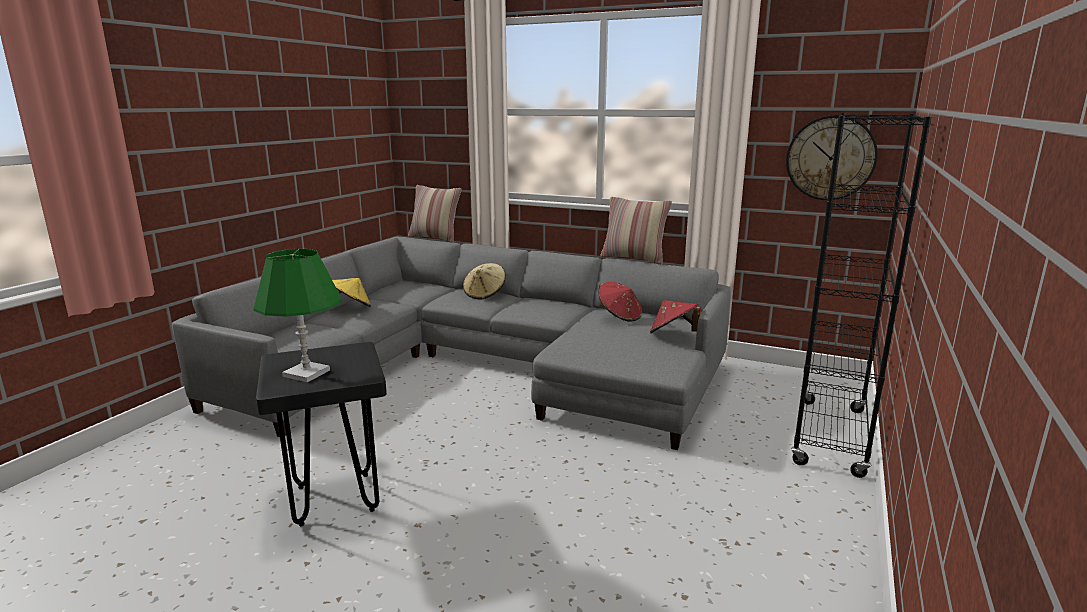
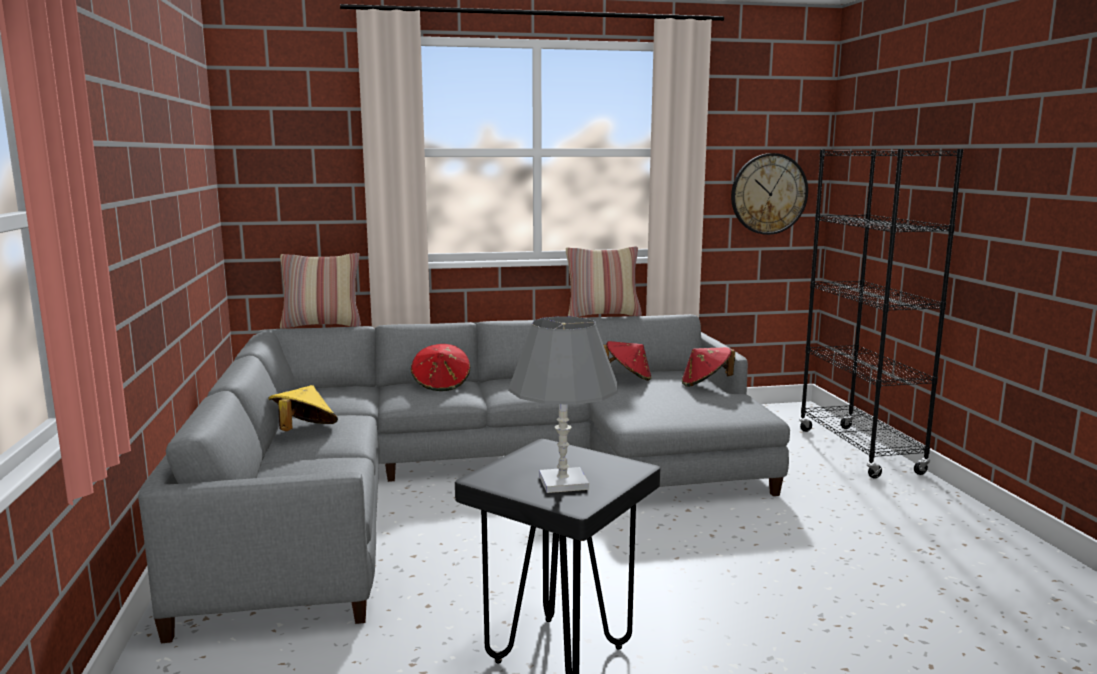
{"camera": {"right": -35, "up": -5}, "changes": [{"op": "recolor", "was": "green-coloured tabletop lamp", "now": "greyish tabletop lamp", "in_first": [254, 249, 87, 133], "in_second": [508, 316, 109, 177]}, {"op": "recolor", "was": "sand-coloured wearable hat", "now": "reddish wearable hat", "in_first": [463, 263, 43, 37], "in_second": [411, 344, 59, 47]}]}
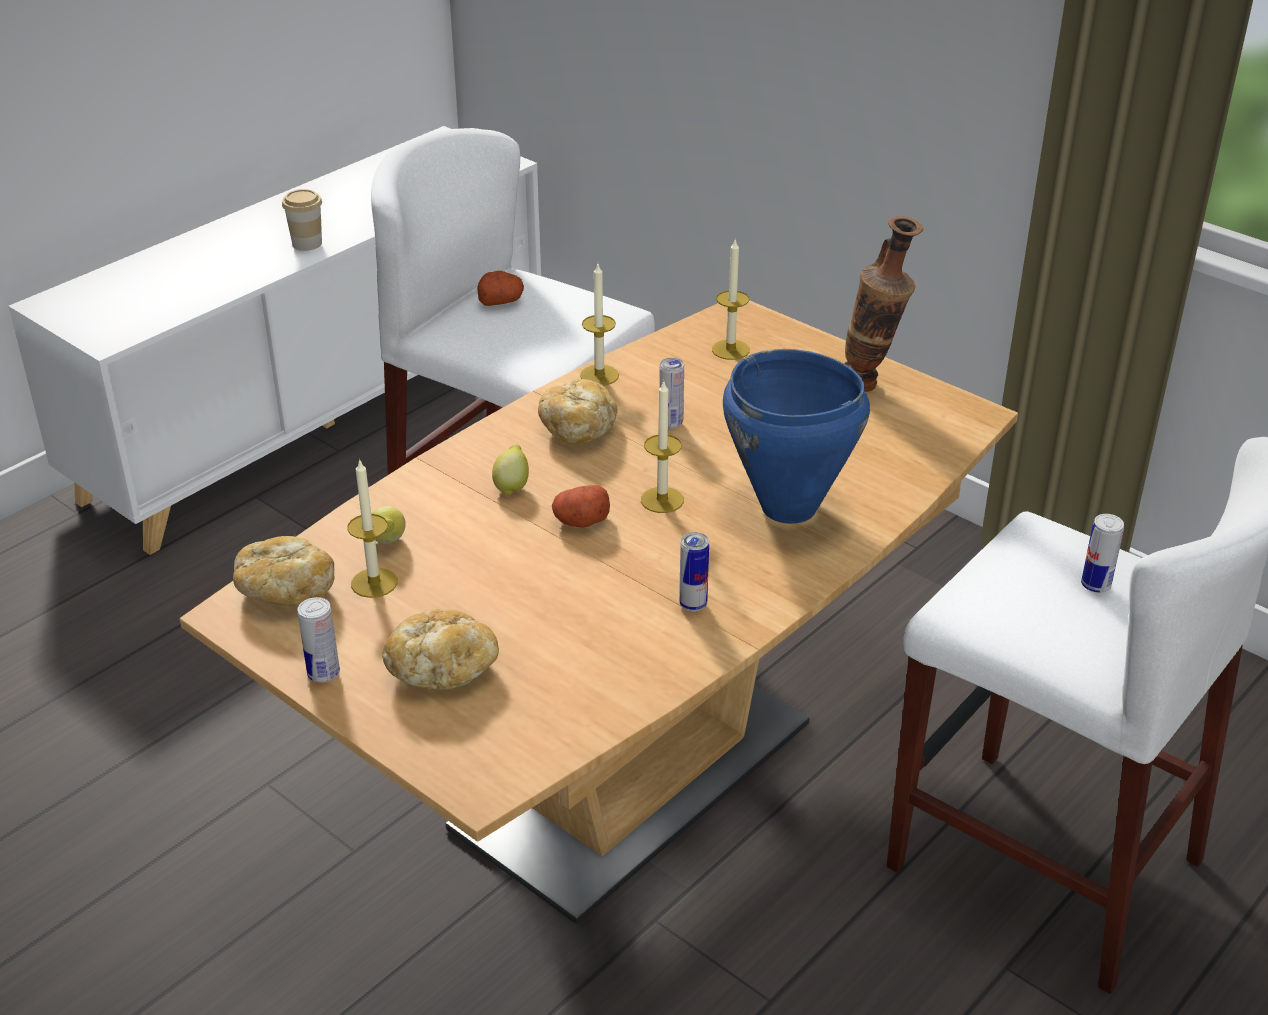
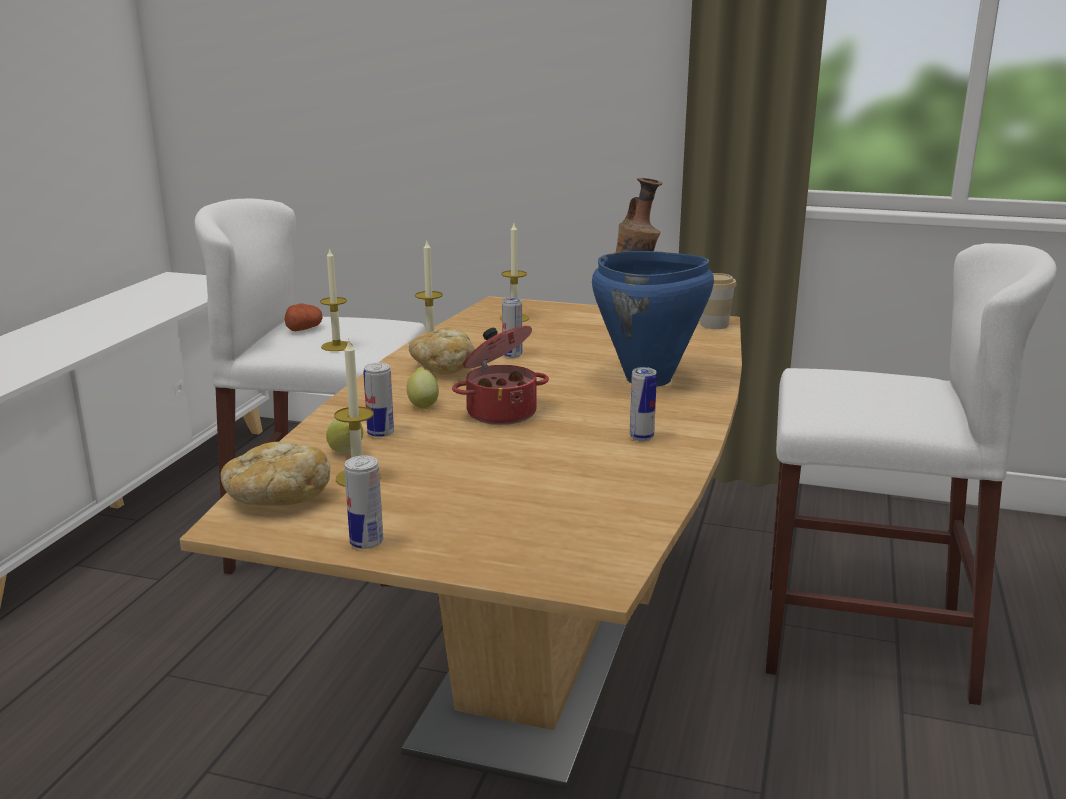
{"camera": {"right": -25, "up": -15}, "changes": [{"op": "move", "was": "cup", "in_first": [282, 189, 40, 62], "in_second": [700, 273, 36, 56]}, {"op": "delete", "was": "bread", "in_first": [382, 609, 117, 81]}, {"op": "replace", "was": "whole potato", "now": "saucepot", "in_first": [552, 485, 58, 43], "in_second": [452, 326, 97, 99]}, {"op": "move", "was": "wax light", "in_first": [641, 380, 43, 133], "in_second": [320, 248, 33, 103]}, {"op": "move", "was": "can", "in_first": [1081, 514, 43, 79], "in_second": [363, 363, 31, 74]}]}
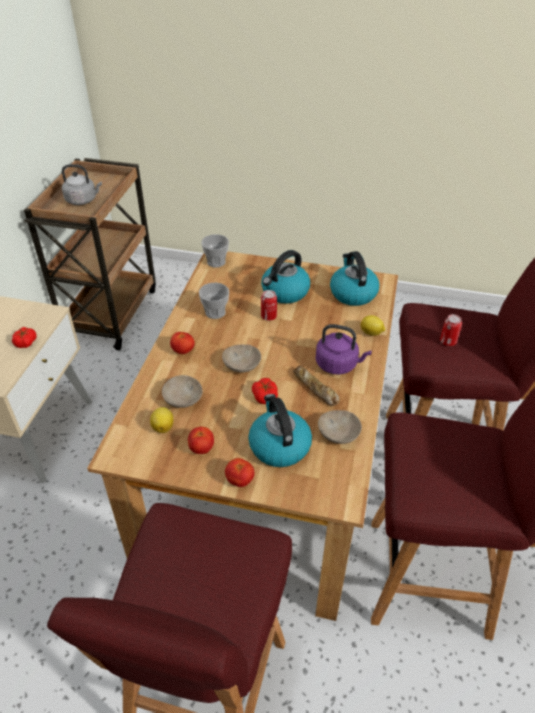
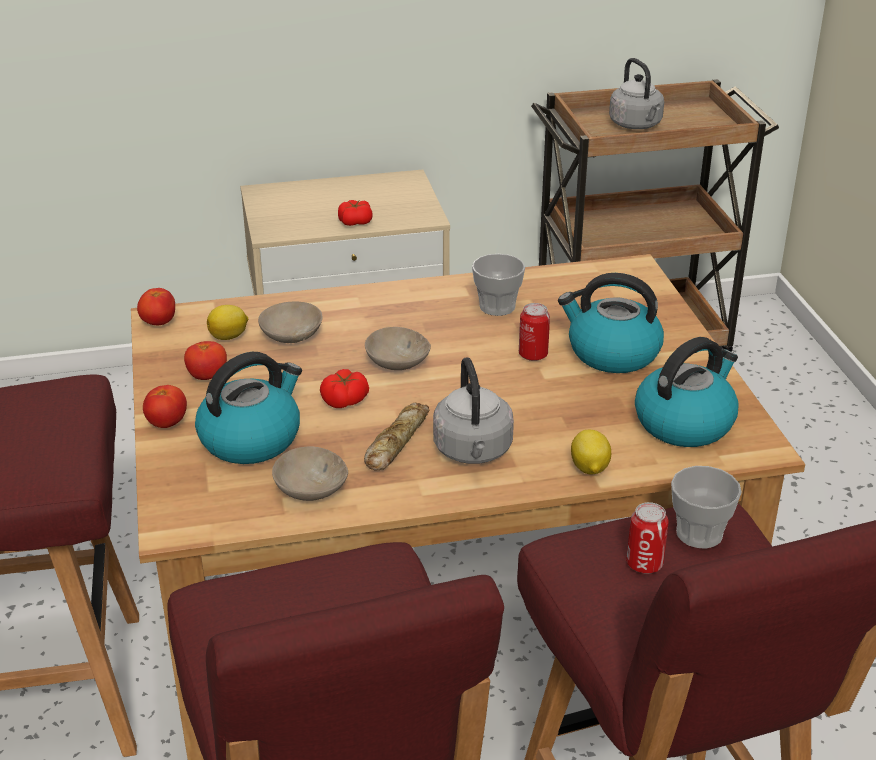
{"camera": {"right": 65, "up": -10}, "changes": [{"op": "move", "was": "whole tomato", "in_first": [170, 332, 25, 22], "in_second": [137, 288, 38, 37]}, {"op": "move", "was": "cup", "in_first": [201, 234, 28, 34], "in_second": [671, 466, 71, 82]}, {"op": "recolor", "was": "purplish kettle", "now": "greyish kettle", "in_first": [316, 324, 56, 51], "in_second": [433, 357, 81, 107]}]}
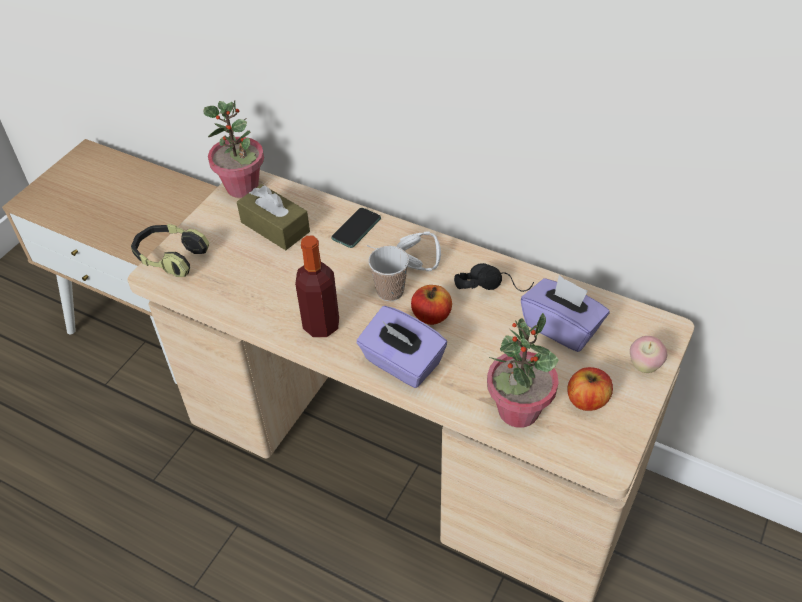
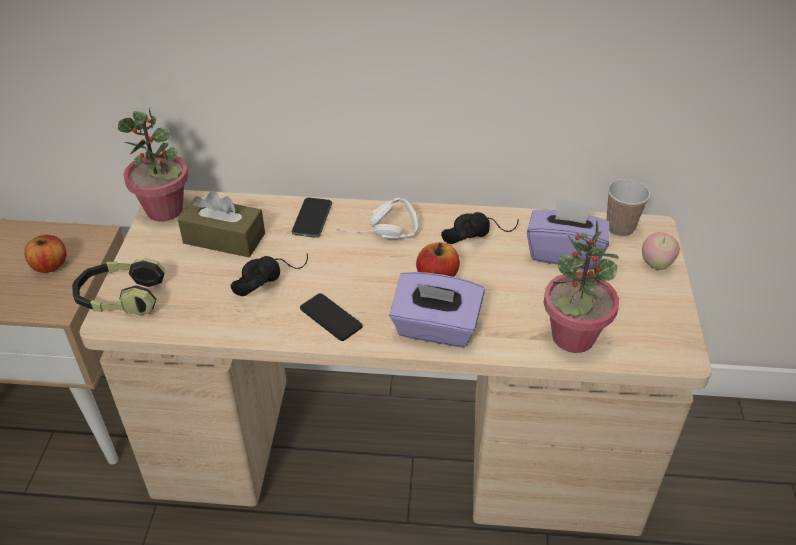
{"camera": {"right": -25, "up": -5}, "changes": [{"op": "replace", "was": "bottle", "now": "phone", "in_first": [295, 236, 44, 101], "in_second": [300, 293, 63, 48]}, {"op": "move", "was": "cup", "in_first": [368, 246, 41, 55], "in_second": [607, 179, 43, 58]}, {"op": "move", "was": "apple", "in_first": [567, 367, 46, 44], "in_second": [24, 235, 42, 38]}, {"op": "insert", "now": "blackish headset", "in_second": [231, 253, 77, 43]}]}
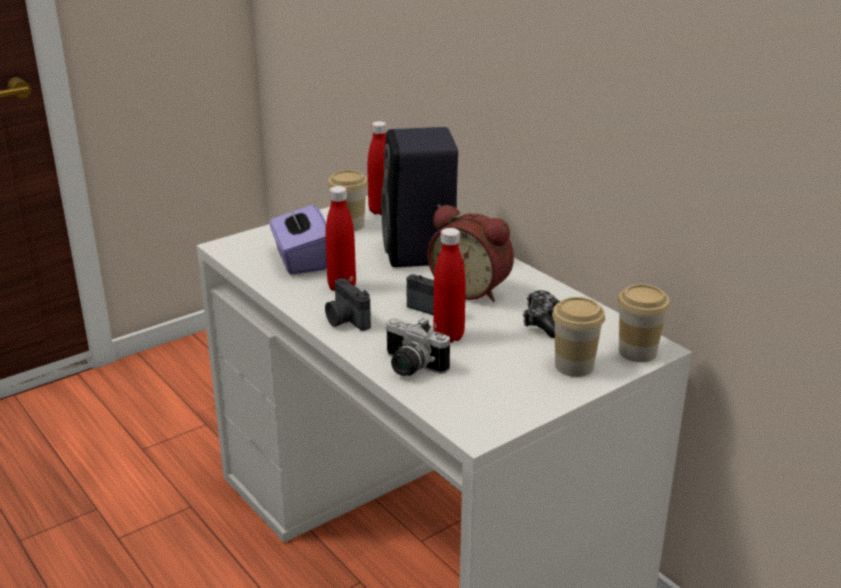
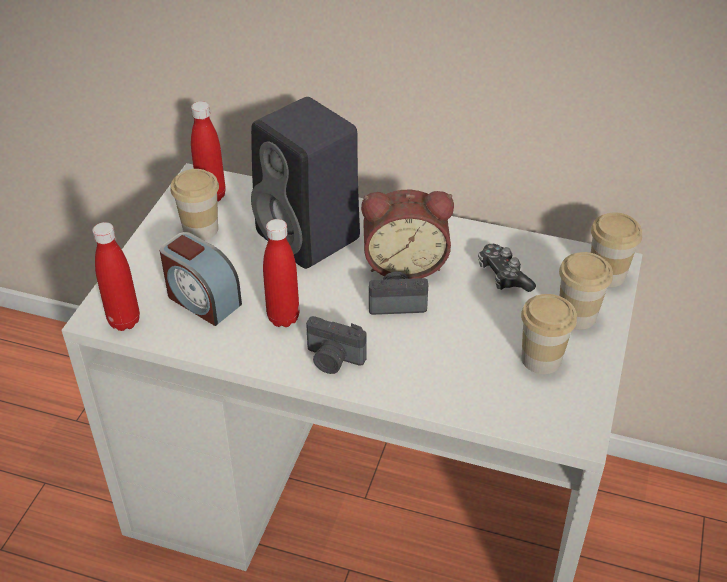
{"camera": {"right": -35, "up": 15}, "changes": [{"op": "replace", "was": "purplish tissue holder", "now": "bedside clock", "in_first": [270, 201, 57, 74], "in_second": [160, 232, 82, 94]}, {"op": "delete", "was": "photo camera", "in_first": [385, 318, 65, 58]}, {"op": "move", "was": "reddish bottle", "in_first": [433, 228, 33, 115], "in_second": [92, 222, 48, 109]}, {"op": "insert", "now": "cup", "in_second": [521, 294, 56, 80]}]}
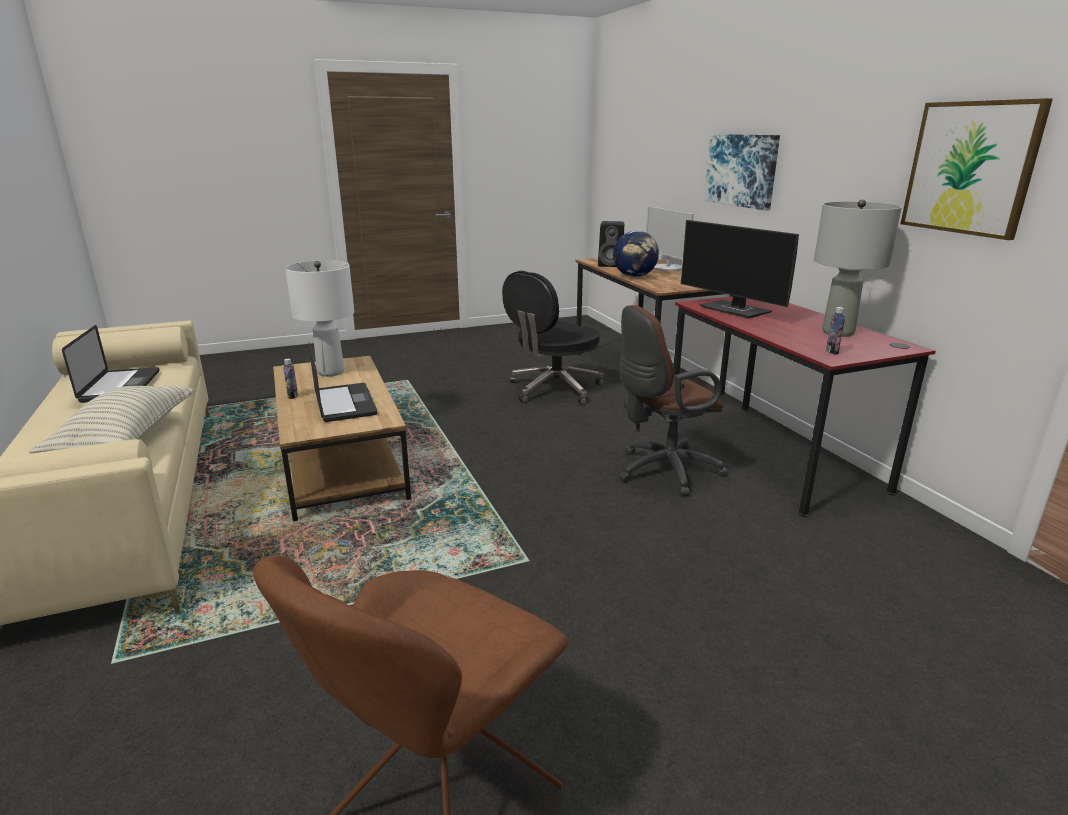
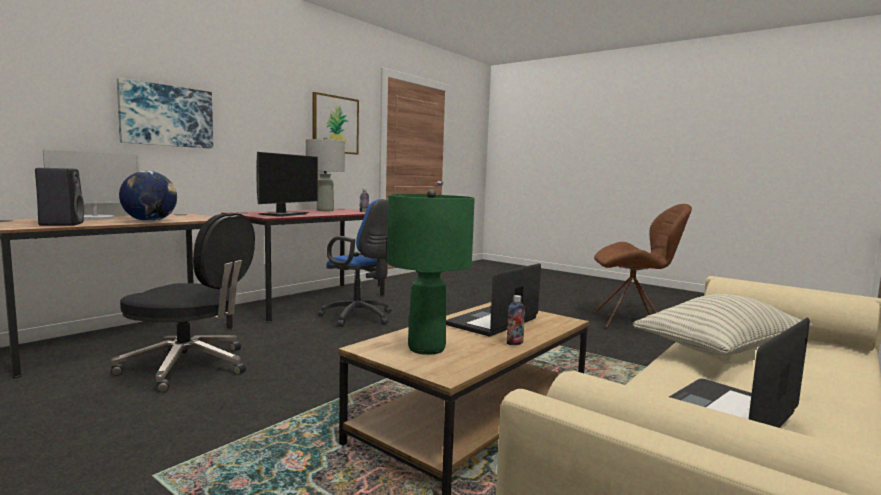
{"camera": {"right": -120, "up": -15}, "changes": [{"op": "recolor", "was": "white-coloured tabletop lamp", "now": "green-coloured tabletop lamp", "in_first": [285, 260, 69, 117], "in_second": [387, 189, 88, 166]}, {"op": "recolor", "was": "brownish computer chair", "now": "blue-coloured computer chair", "in_first": [619, 305, 109, 192], "in_second": [318, 199, 74, 128]}]}
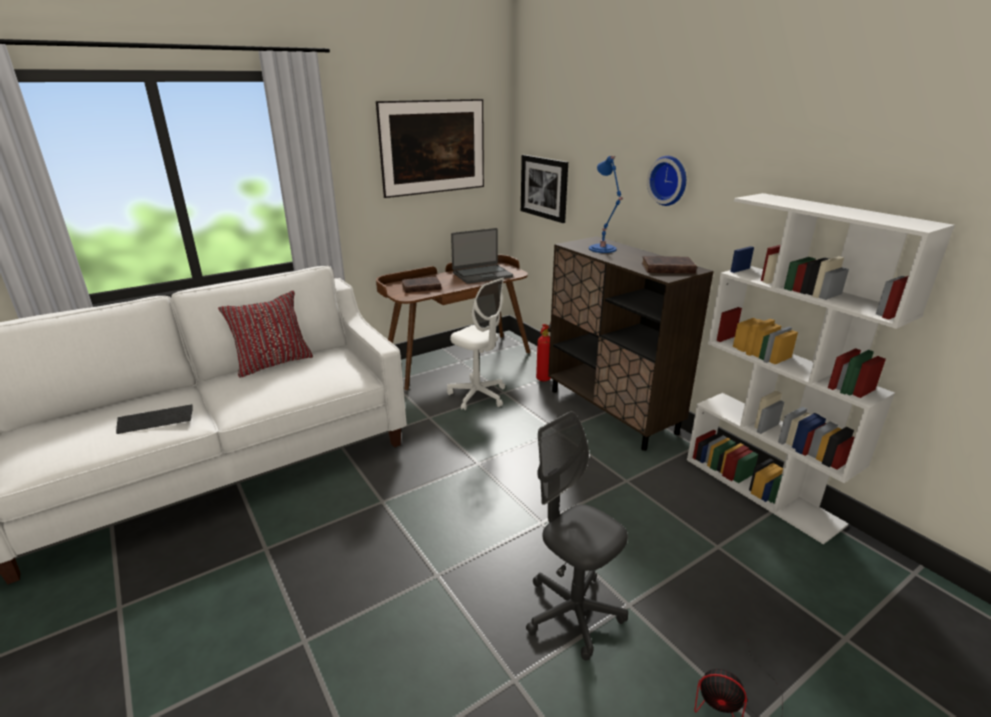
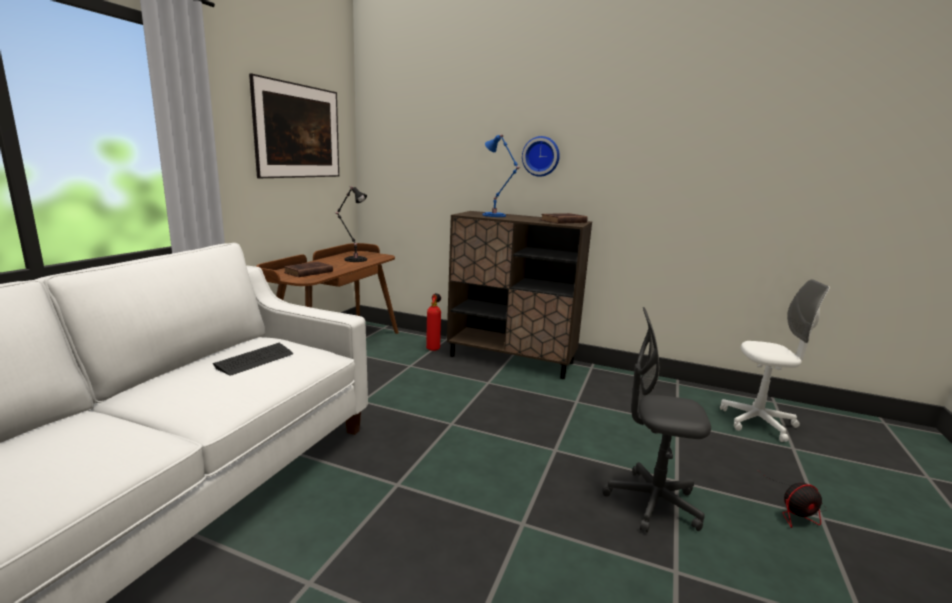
{"camera": {"right": -35, "up": -10}, "changes": [{"op": "move", "was": "PC keyboard", "in_first": [116, 404, 76, 30], "in_second": [213, 343, 80, 33]}, {"op": "delete", "was": "reddish cushion", "in_first": [218, 291, 95, 87]}, {"op": "move", "was": "white-coloured computer chair", "in_first": [447, 277, 58, 133], "in_second": [720, 279, 110, 163]}, {"op": "replace", "was": "notebook computer", "now": "blackish tabletop lamp", "in_first": [451, 228, 62, 56], "in_second": [336, 186, 31, 76]}, {"op": "delete", "was": "wall picture", "in_first": [521, 155, 47, 68]}, {"op": "delete", "was": "white-coloured bookcase", "in_first": [687, 193, 268, 351]}]}
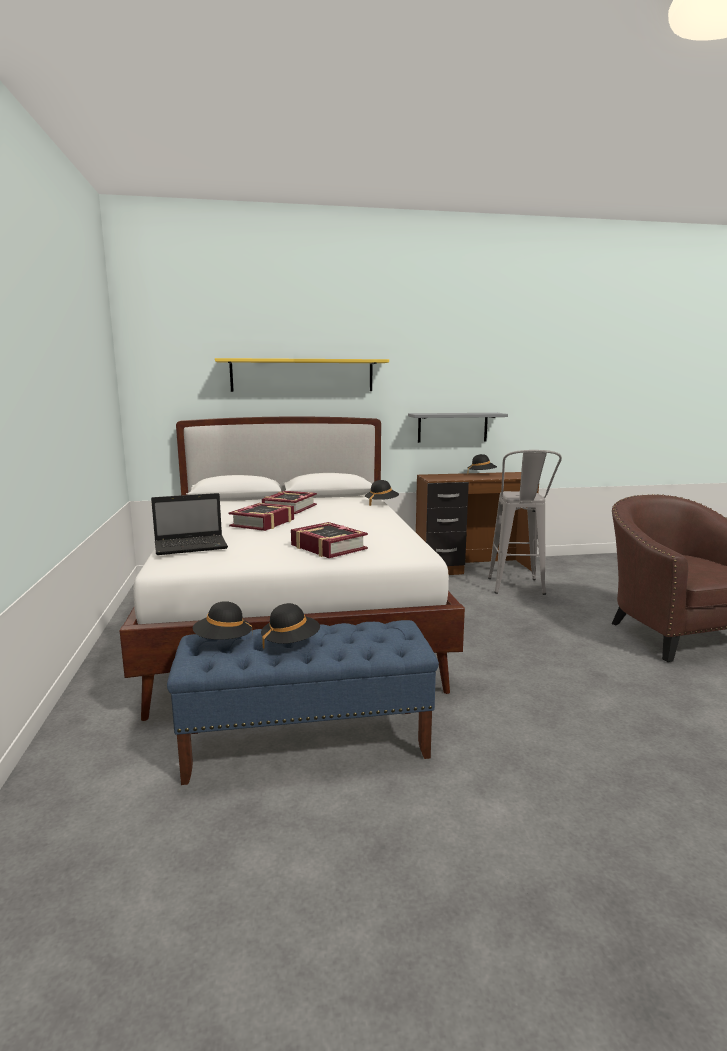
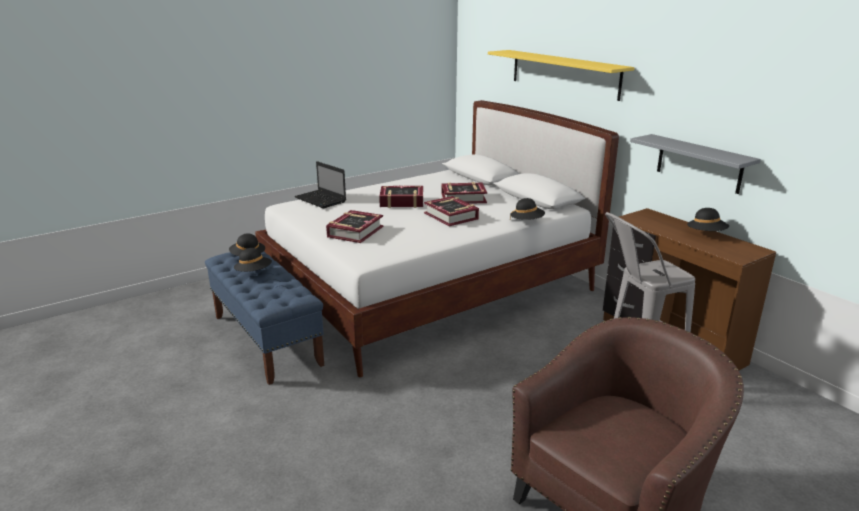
{"camera": {"right": 65, "up": 10}, "changes": [{"op": "insert", "now": "volume", "in_second": [424, 196, 55, 31]}]}
